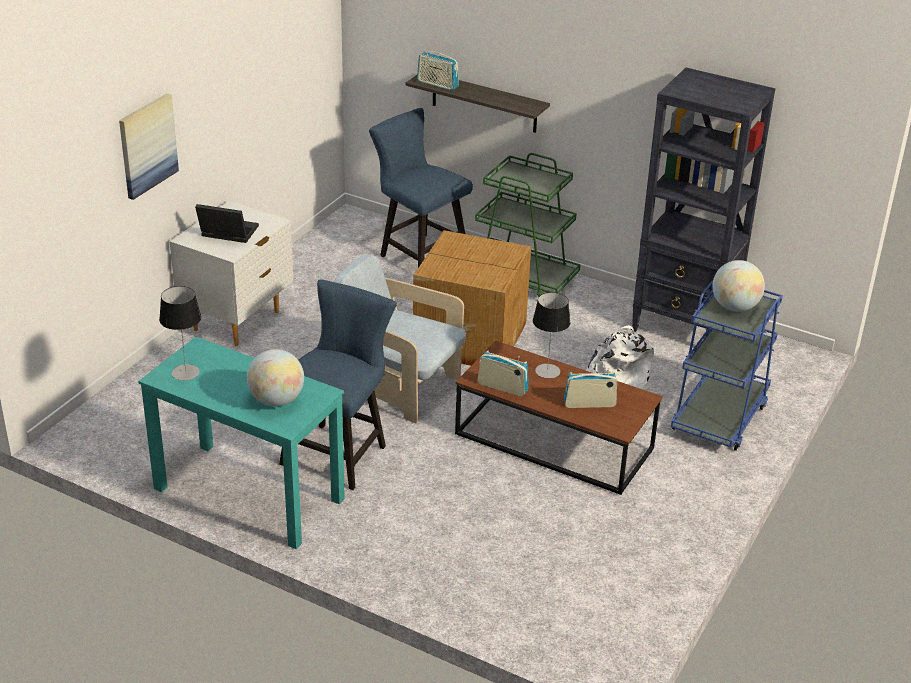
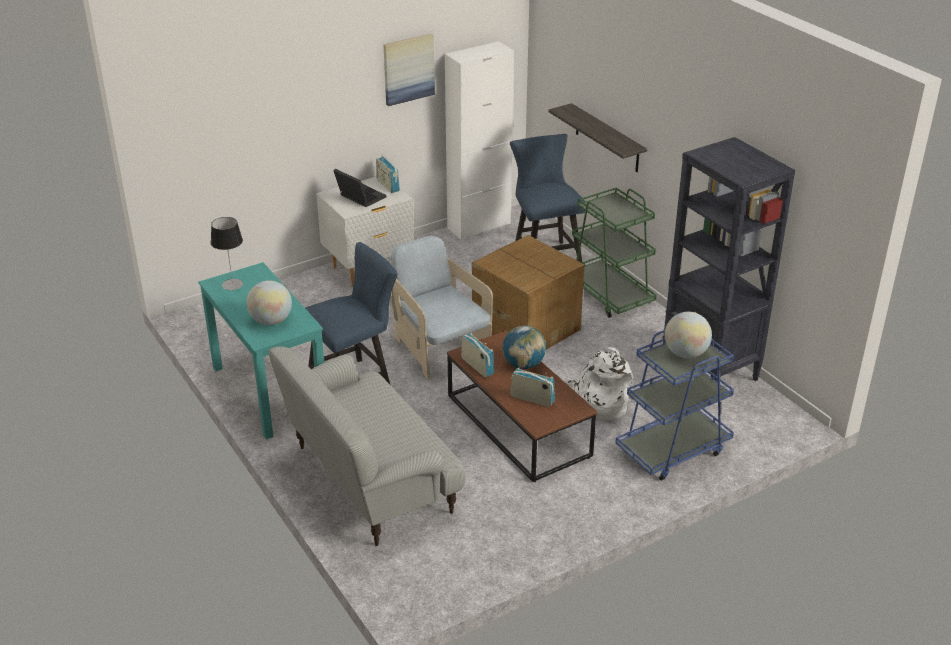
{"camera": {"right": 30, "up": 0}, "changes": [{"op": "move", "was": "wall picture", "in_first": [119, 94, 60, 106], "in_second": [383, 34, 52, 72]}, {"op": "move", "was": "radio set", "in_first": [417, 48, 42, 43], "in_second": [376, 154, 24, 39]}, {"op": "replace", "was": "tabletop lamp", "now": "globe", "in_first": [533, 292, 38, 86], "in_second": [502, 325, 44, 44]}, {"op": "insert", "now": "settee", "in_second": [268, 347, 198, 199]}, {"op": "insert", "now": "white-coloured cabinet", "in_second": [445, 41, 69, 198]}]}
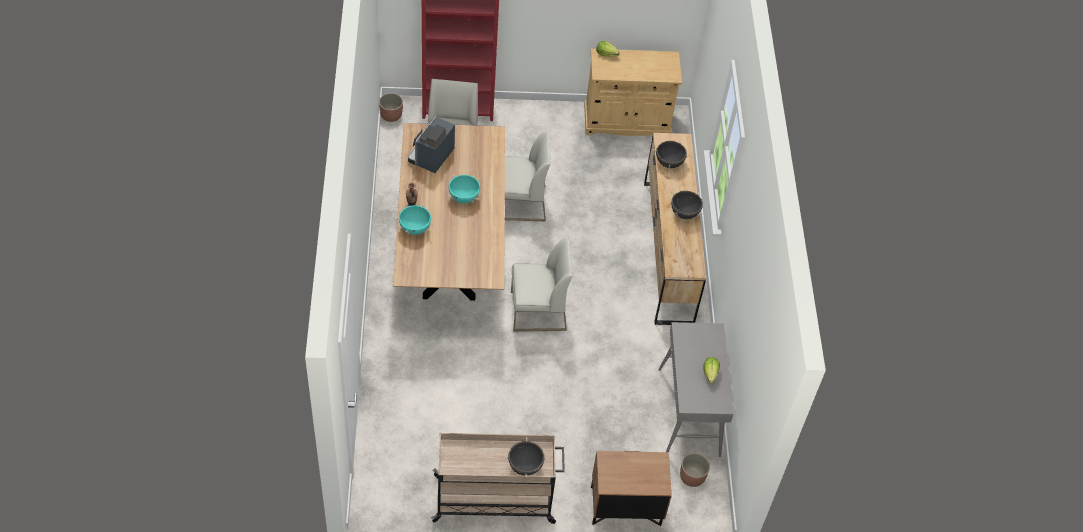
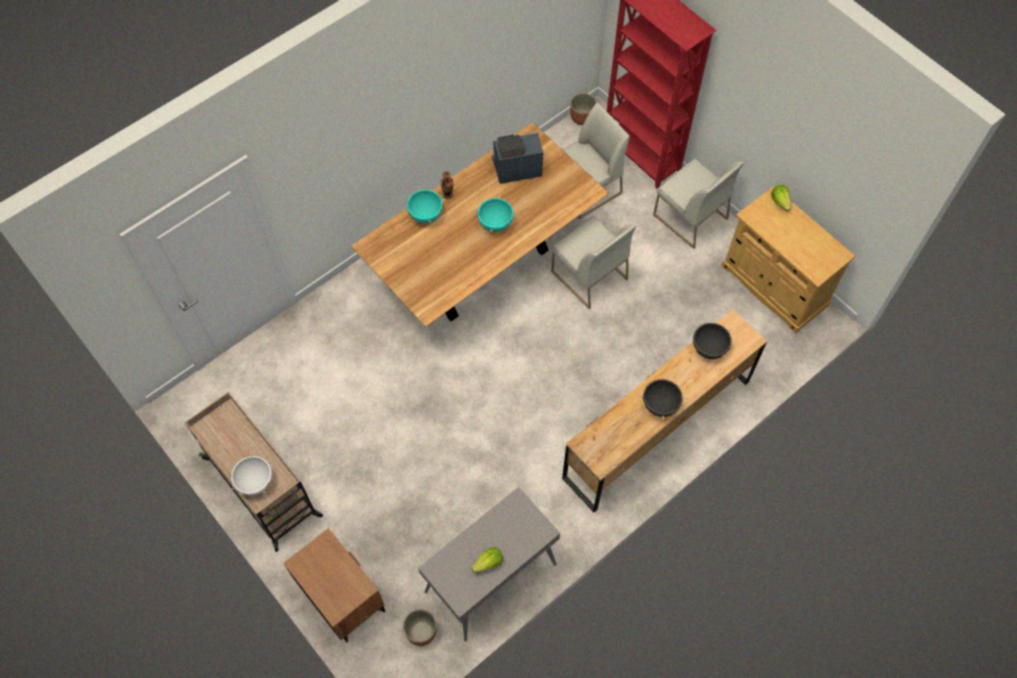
{"camera": {"right": 55, "up": 10}, "changes": [{"op": "recolor", "was": "blackish saucepot", "now": "white-coloured saucepot", "in_first": [504, 437, 45, 40], "in_second": [230, 456, 43, 40]}, {"op": "move", "was": "white-coloured upright chair", "in_first": [511, 236, 61, 96], "in_second": [653, 158, 91, 91]}]}
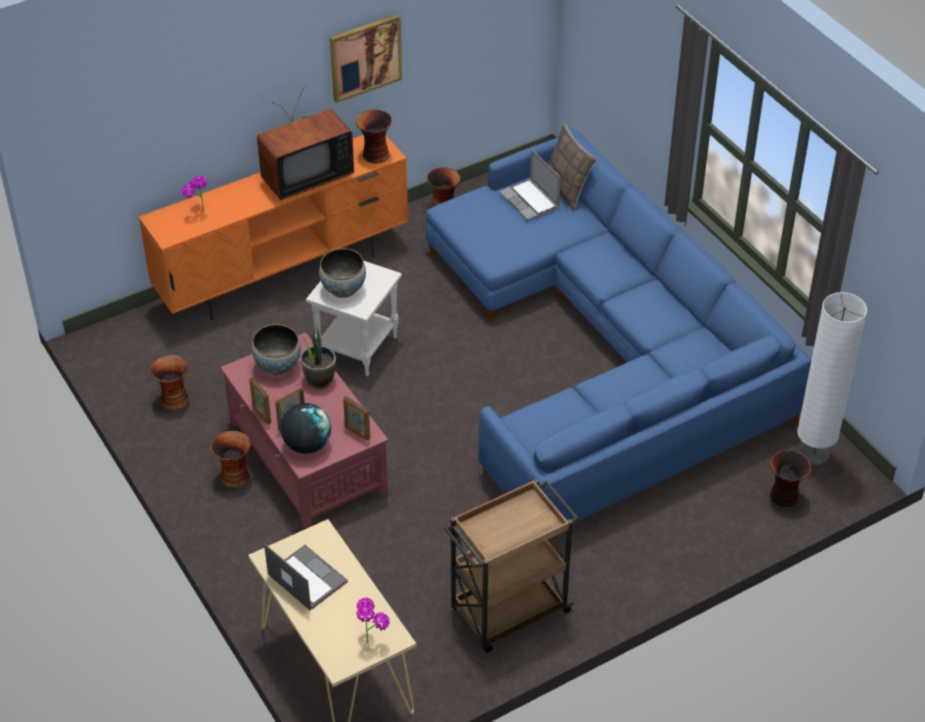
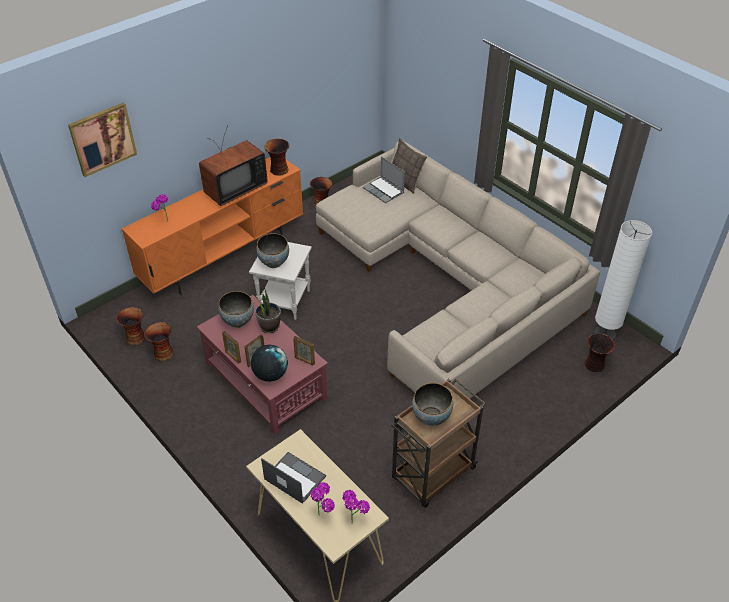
{"camera": {"right": -10, "up": 0}, "changes": [{"op": "move", "was": "decorative vase", "in_first": [211, 431, 40, 57], "in_second": [116, 307, 30, 38]}, {"op": "move", "was": "wall picture", "in_first": [330, 14, 72, 89], "in_second": [68, 103, 69, 74]}, {"op": "recolor", "was": "blue-coloured settee", "now": "sand-coloured settee", "in_first": [426, 128, 385, 412], "in_second": [316, 141, 284, 258]}, {"op": "insert", "now": "potted plant", "in_second": [311, 482, 24, 32]}, {"op": "insert", "now": "serving bowl", "in_second": [412, 383, 41, 43]}]}
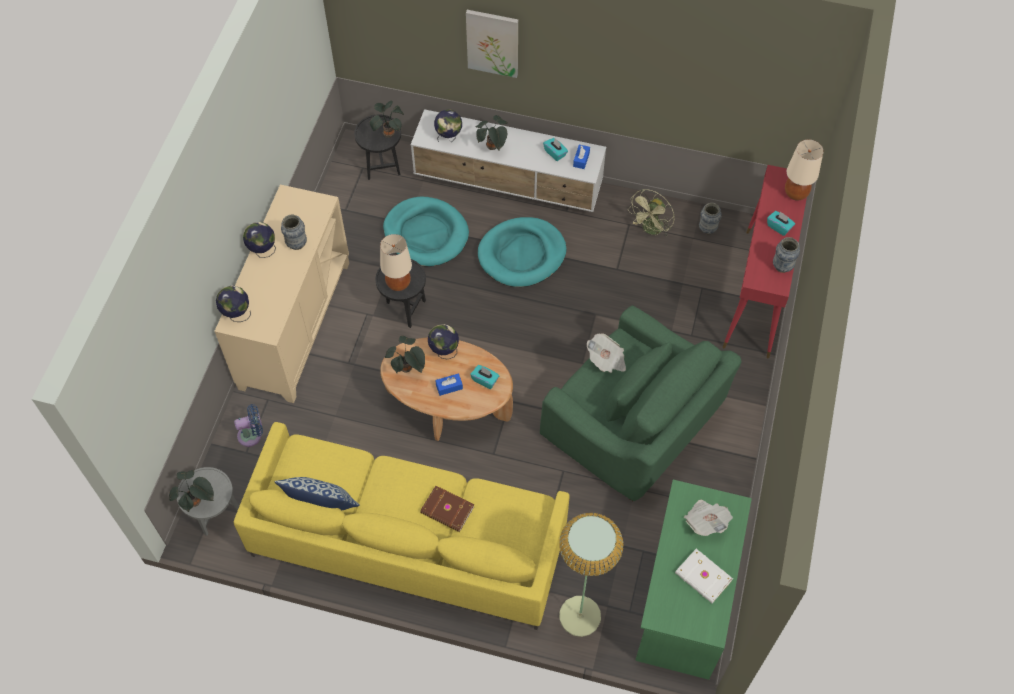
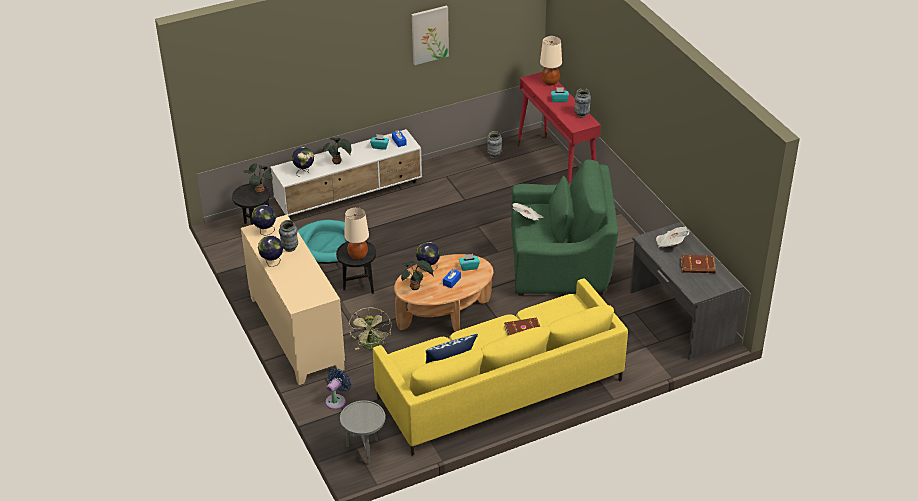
{"camera": {"right": -40, "up": -20}, "changes": [{"op": "delete", "was": "potted plant", "in_first": [169, 470, 45, 42]}, {"op": "move", "was": "globe", "in_first": [216, 285, 35, 37], "in_second": [251, 205, 25, 31]}, {"op": "move", "was": "wall picture", "in_first": [466, 10, 52, 68], "in_second": [412, 6, 37, 59]}, {"op": "delete", "was": "turquoise-coloured dog cushion", "in_first": [478, 217, 88, 70]}, {"op": "delete", "was": "standard lamp", "in_first": [559, 513, 65, 124]}, {"op": "move", "was": "green-coloured electric fan", "in_first": [628, 189, 47, 48], "in_second": [349, 308, 42, 42]}, {"op": "recolor", "was": "green-coloured desk", "now": "greyish desk", "in_first": [635, 480, 117, 200], "in_second": [630, 222, 113, 138]}, {"op": "recolor", "was": "white-coloured volume", "now": "brownish volume", "in_first": [675, 549, 58, 54], "in_second": [681, 255, 35, 18]}]}
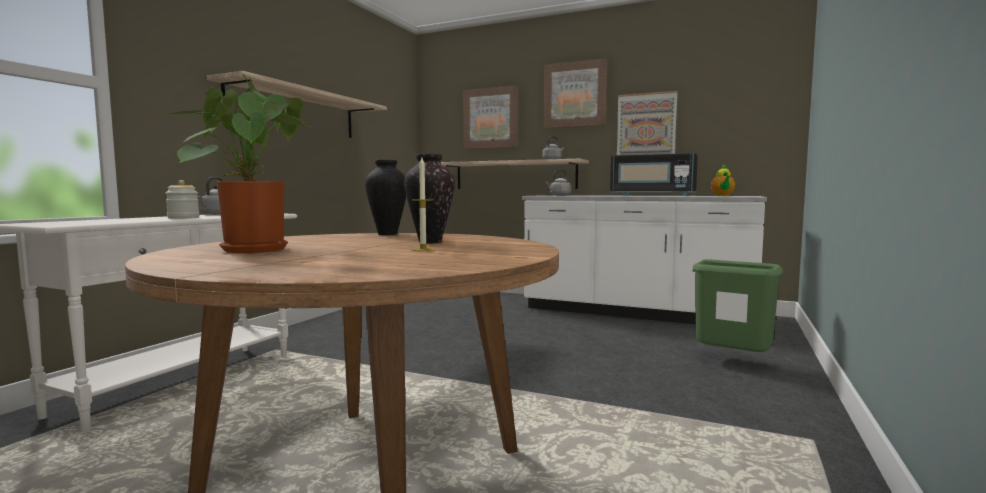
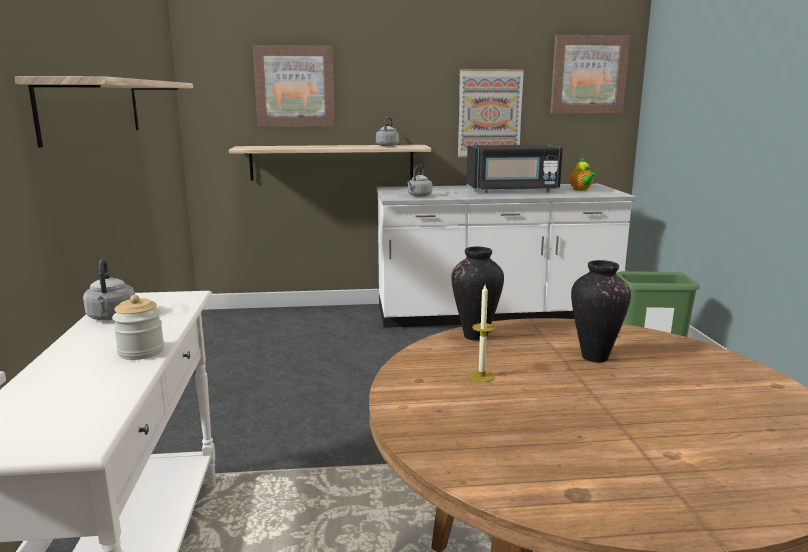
{"camera": {"right": -30, "up": 10}, "changes": [{"op": "delete", "was": "potted plant", "in_first": [160, 73, 151, 180]}, {"op": "move", "was": "wax light", "in_first": [411, 158, 25, 93], "in_second": [469, 285, 26, 97]}, {"op": "move", "was": "wall picture", "in_first": [543, 58, 64, 71], "in_second": [550, 35, 80, 79]}]}
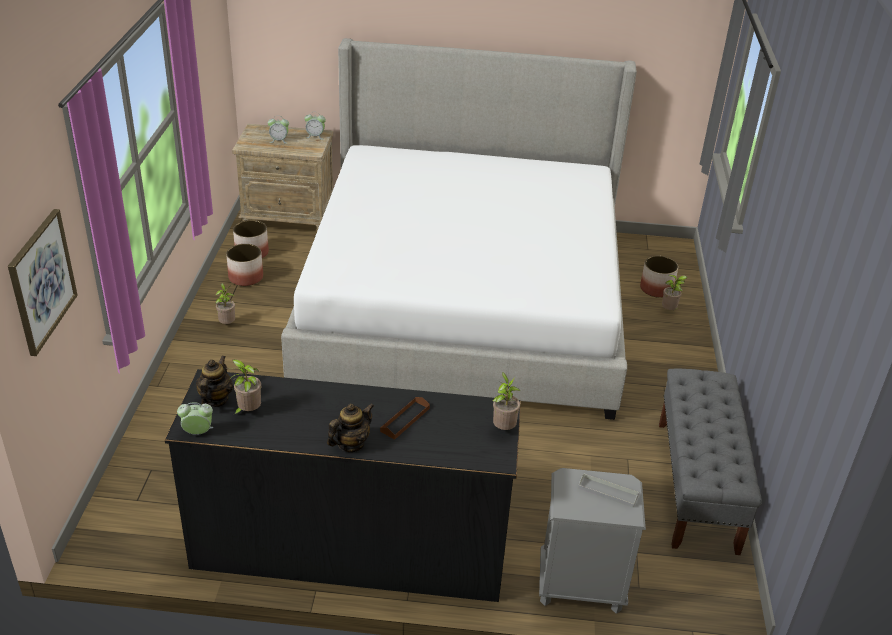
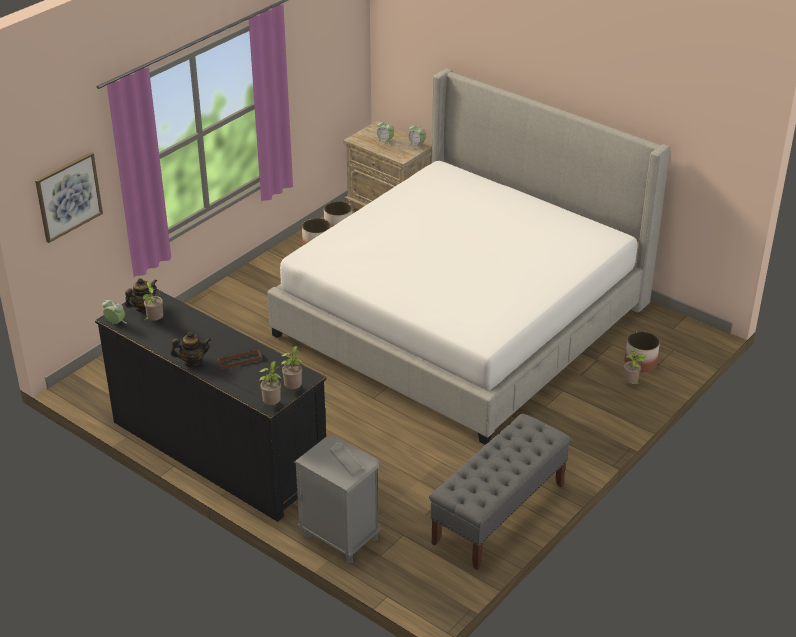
{"camera": {"right": 35, "up": 0}, "changes": [{"op": "move", "was": "potted plant", "in_first": [215, 283, 20, 41], "in_second": [259, 361, 23, 44]}]}
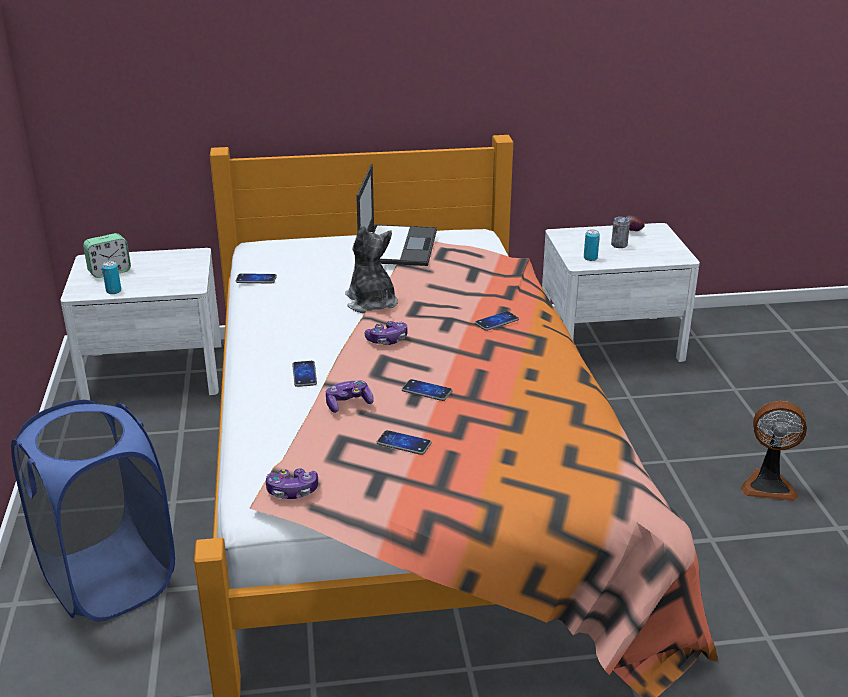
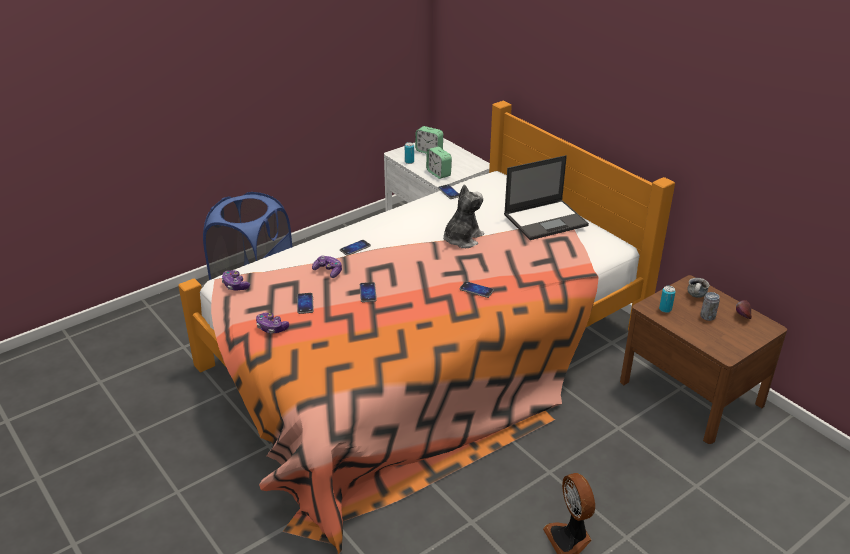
{"camera": {"right": 60, "up": 5}, "changes": [{"op": "move", "was": "joypad", "in_first": [365, 321, 42, 24], "in_second": [256, 313, 33, 20]}, {"op": "recolor", "was": "white-coloured bedside table", "now": "brownish bedside table", "in_first": [542, 223, 158, 139], "in_second": [620, 275, 167, 169]}, {"op": "insert", "now": "bedside clock", "in_second": [426, 147, 26, 32]}, {"op": "insert", "now": "tea mug", "in_second": [687, 278, 23, 20]}]}
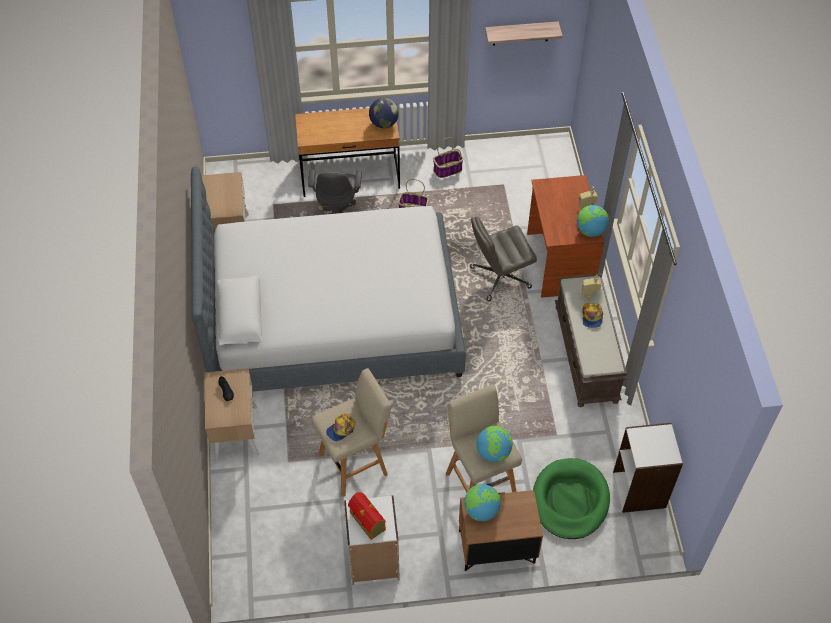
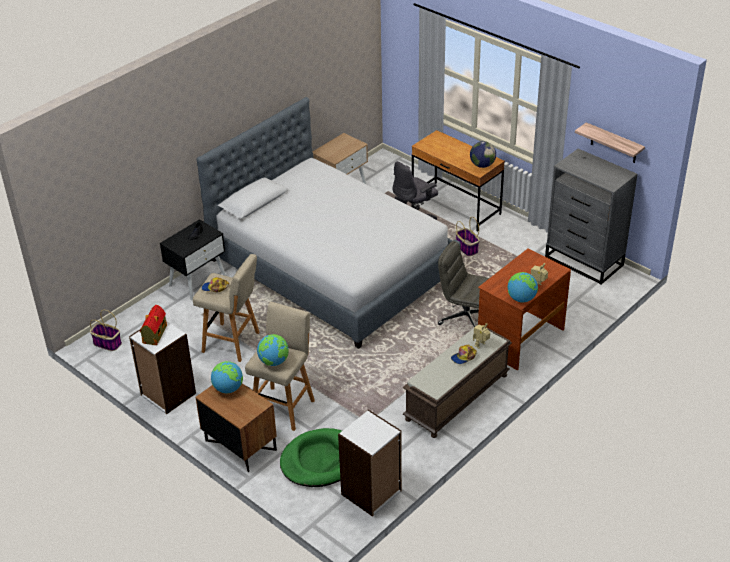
{"camera": {"right": 50, "up": -15}, "changes": [{"op": "recolor", "was": "sand-coloured bedside table", "now": "blackish bedside table", "in_first": [204, 368, 55, 93], "in_second": [160, 219, 66, 81]}, {"op": "move", "was": "storage basket", "in_first": [433, 137, 31, 41], "in_second": [90, 310, 32, 41]}, {"op": "insert", "now": "greyish chest of drawers", "in_second": [545, 149, 92, 136]}]}
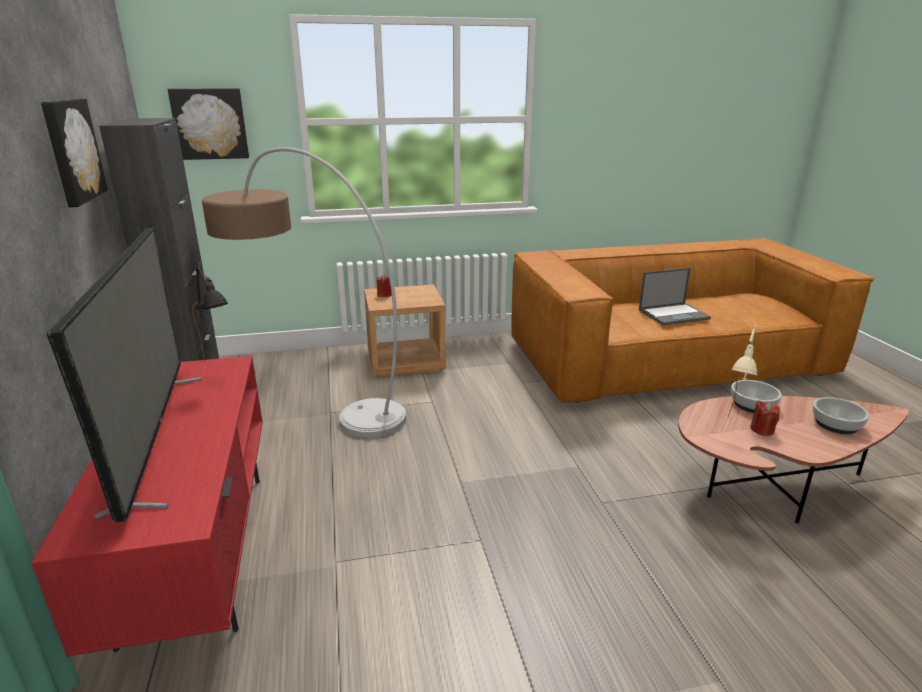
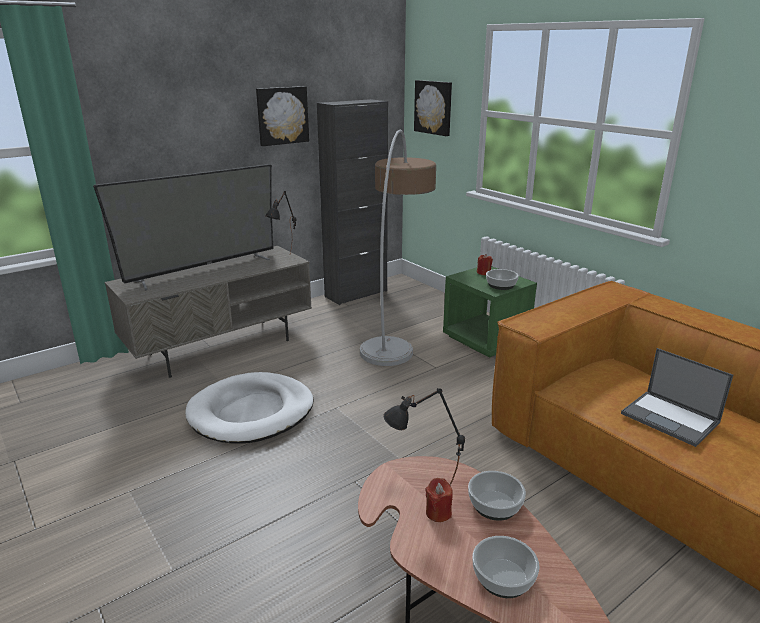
{"camera": {"right": 65, "up": 0}, "changes": [{"op": "recolor", "was": "reddish media console", "now": "greyish media console", "in_first": [31, 356, 232, 301], "in_second": [105, 246, 207, 132]}, {"op": "recolor", "was": "brownish bedside table", "now": "green-coloured bedside table", "in_first": [364, 285, 82, 92], "in_second": [443, 266, 94, 92]}, {"op": "recolor", "was": "sand-coloured tabletop lamp", "now": "blackish tabletop lamp", "in_first": [728, 325, 29, 92], "in_second": [383, 388, 82, 97]}, {"op": "insert", "now": "white-coloured dog cushion", "in_second": [185, 372, 128, 72]}, {"op": "insert", "now": "serving bowl", "in_second": [486, 269, 33, 21]}]}
